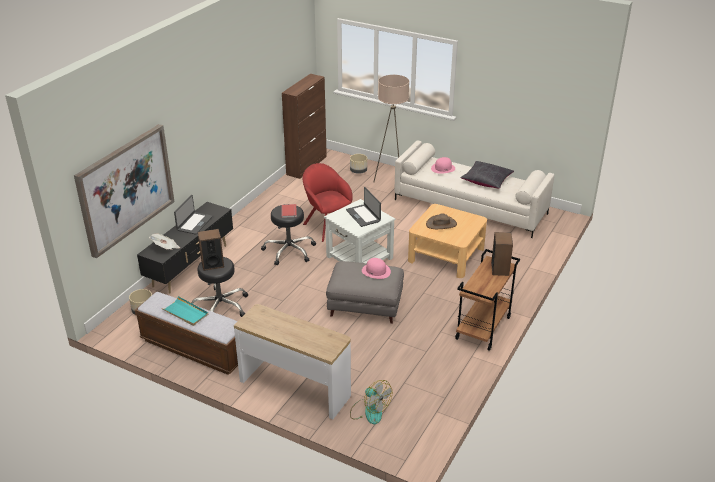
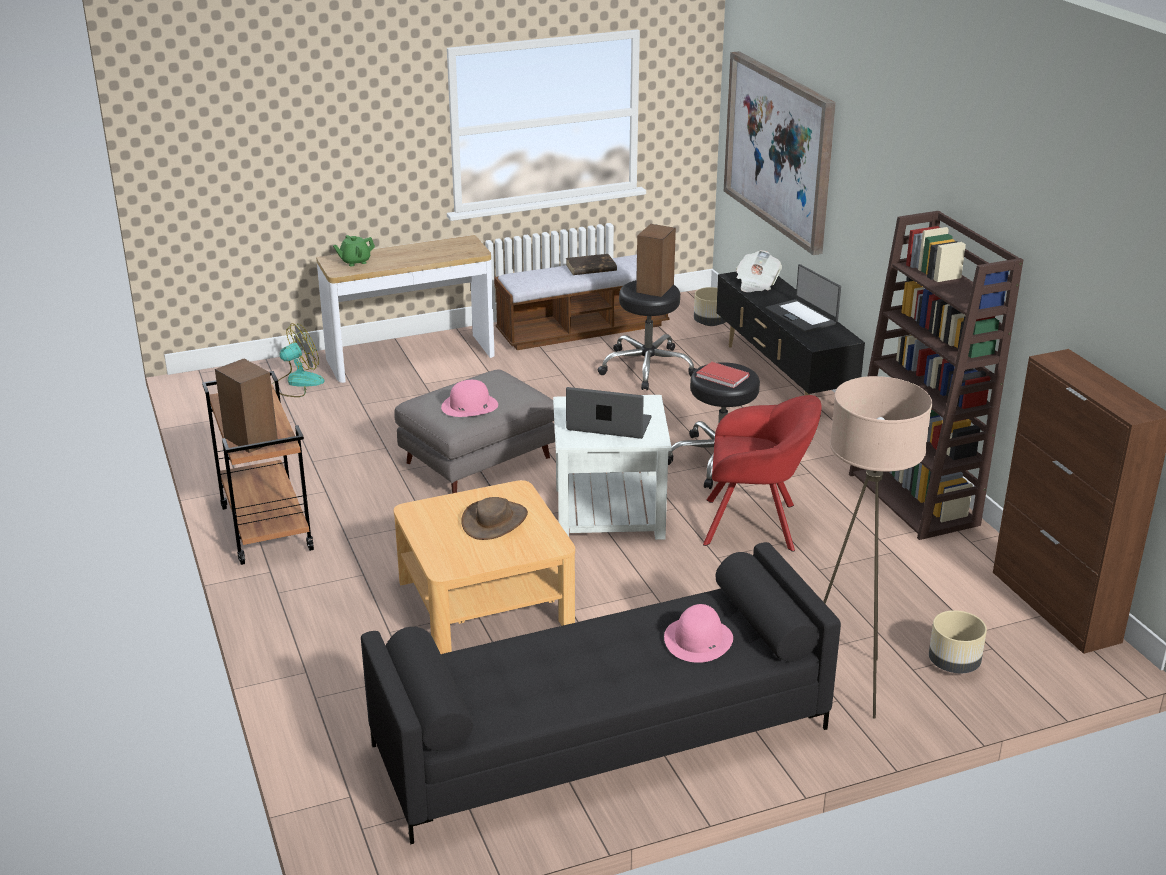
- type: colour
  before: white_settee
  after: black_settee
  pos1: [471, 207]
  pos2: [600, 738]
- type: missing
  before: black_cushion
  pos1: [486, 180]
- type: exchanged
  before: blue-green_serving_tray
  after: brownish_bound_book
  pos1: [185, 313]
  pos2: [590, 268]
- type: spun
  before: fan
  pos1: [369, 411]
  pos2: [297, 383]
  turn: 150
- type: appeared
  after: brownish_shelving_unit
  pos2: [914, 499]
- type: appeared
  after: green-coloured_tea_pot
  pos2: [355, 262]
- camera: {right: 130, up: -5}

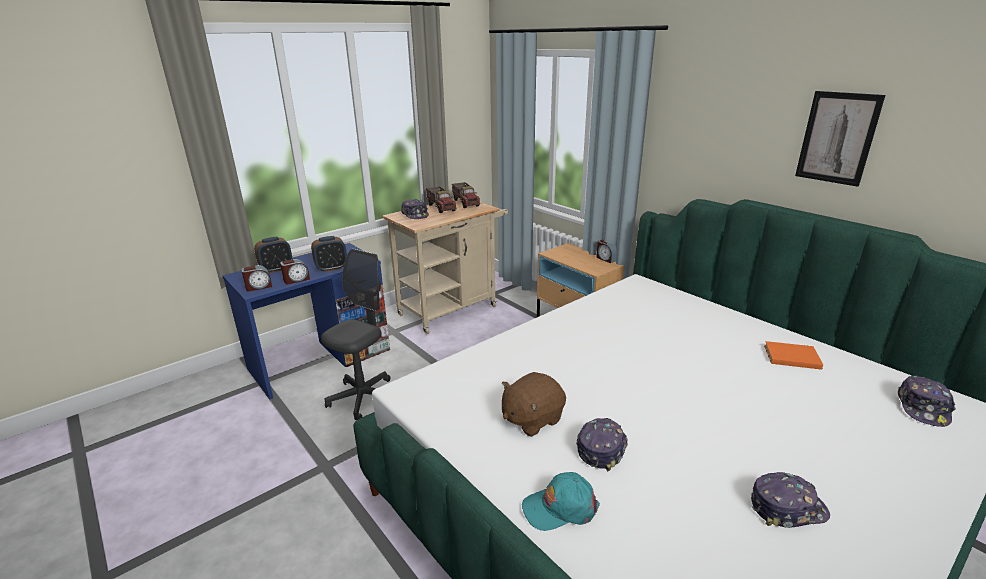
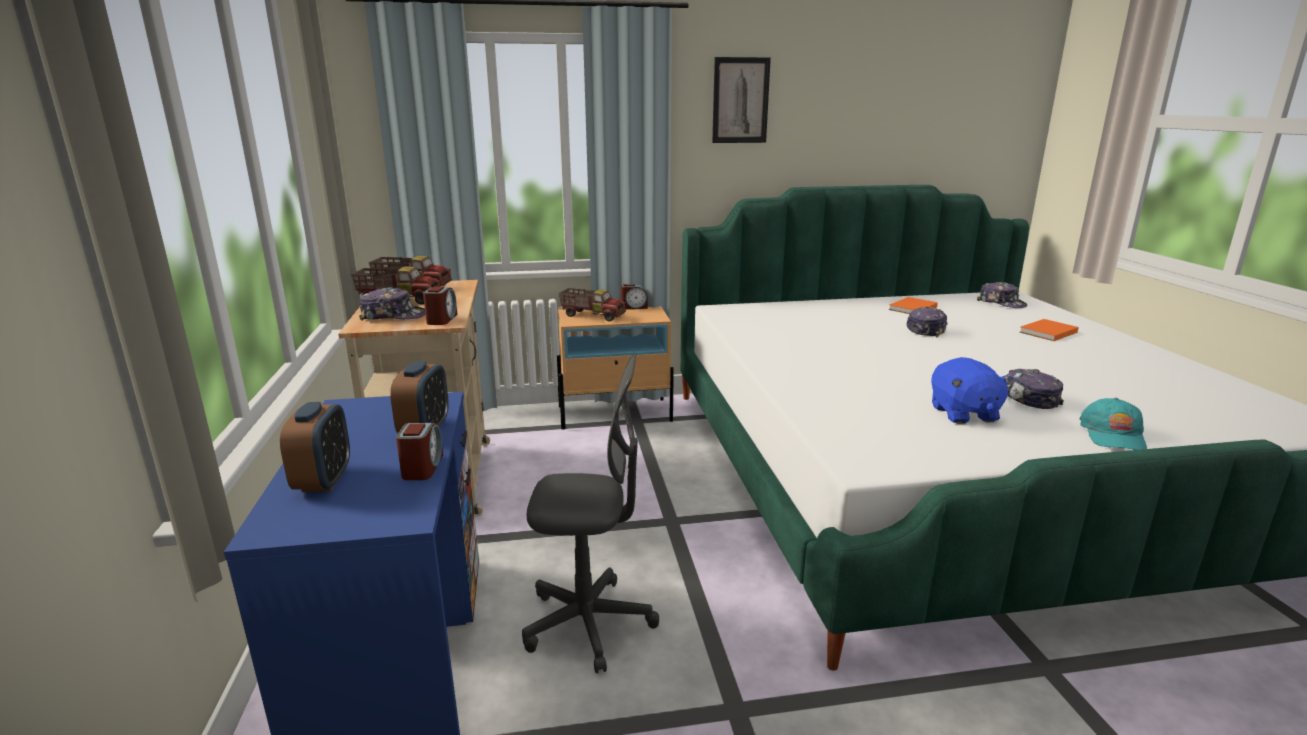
- type: relocated
  before: wall_art
  pos1: [837, 138]
  pos2: [740, 100]
- type: spun
  before: gray_office_chair
  pos1: [363, 398]
  pos2: [588, 624]
  turn: 120
- type: relocated
  before: table_clock
  pos1: [259, 287]
  pos2: [442, 319]
- type: colour
  before: brownish_soft_toy
  after: blue_soft_toy
  pos1: [531, 419]
  pos2: [963, 413]
- type: relocated
  before: baseball_cap
  pos1: [786, 508]
  pos2: [925, 329]
- type: appeared
  after: model_truck
  pos2: [592, 315]
- type: appeared
  after: orangey_bound_book
  pos2: [1046, 332]
- camera: {right: -60, up: -5}

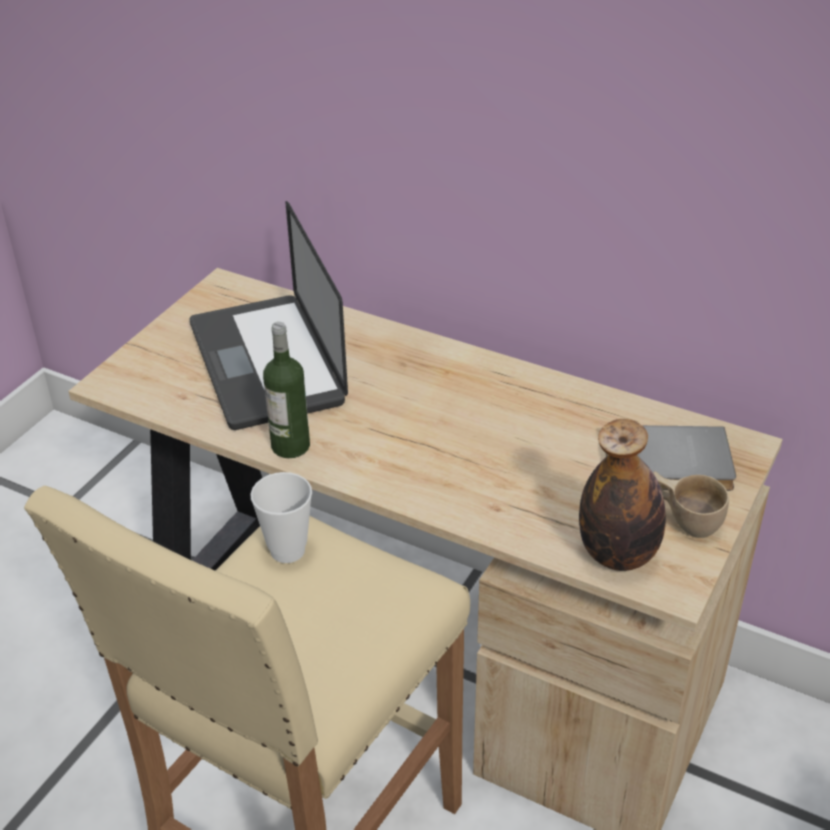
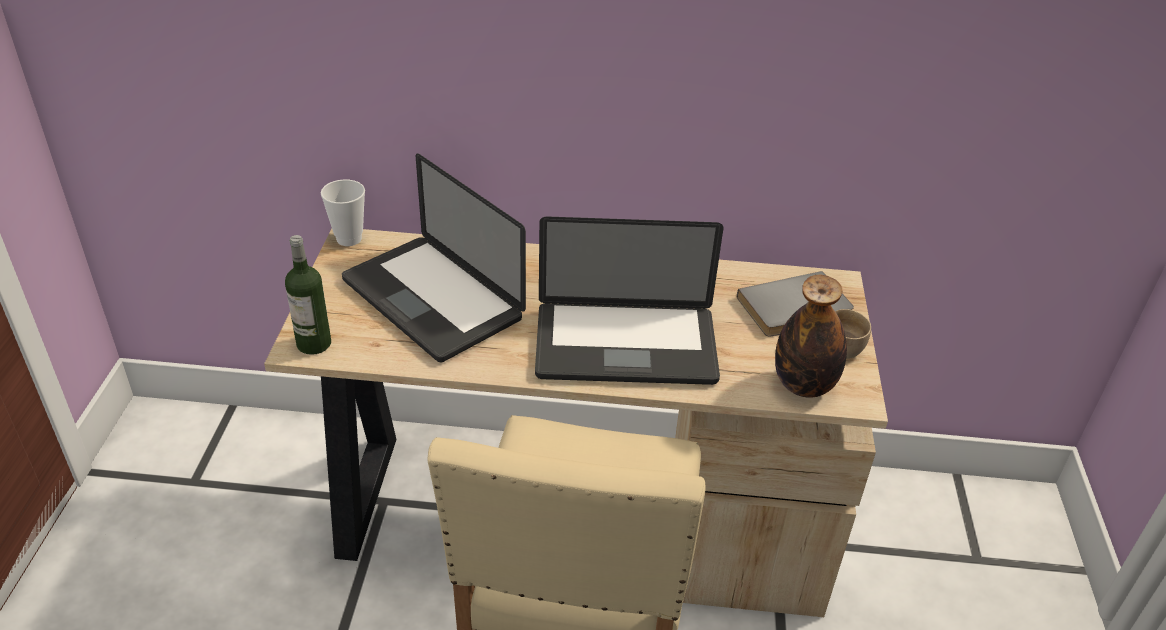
- type: relocated
  before: bottle
  pos1: [290, 446]
  pos2: [314, 344]
- type: relocated
  before: cup
  pos1: [287, 550]
  pos2: [349, 239]
- type: appeared
  after: portable_computer
  pos2: [625, 346]
- camera: {right: -25, up: 0}

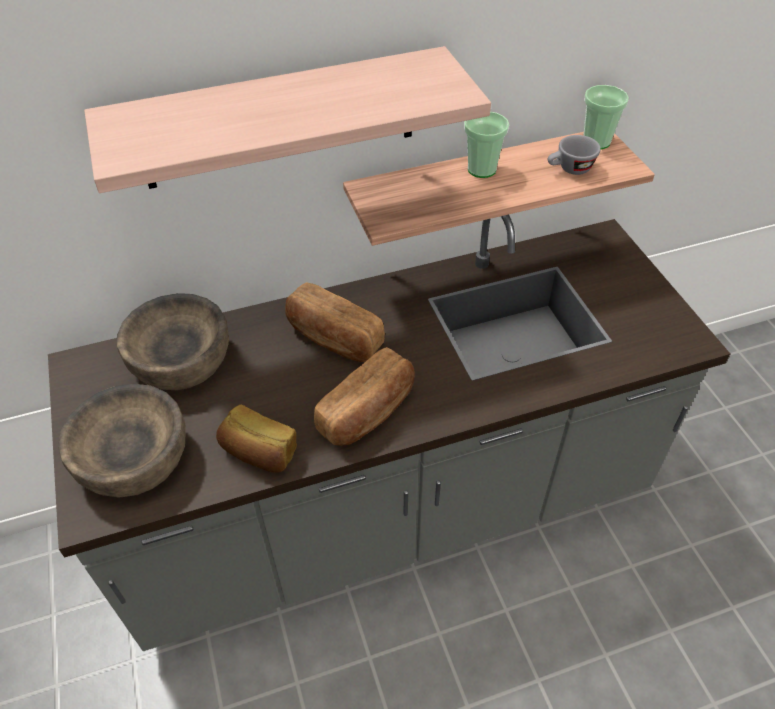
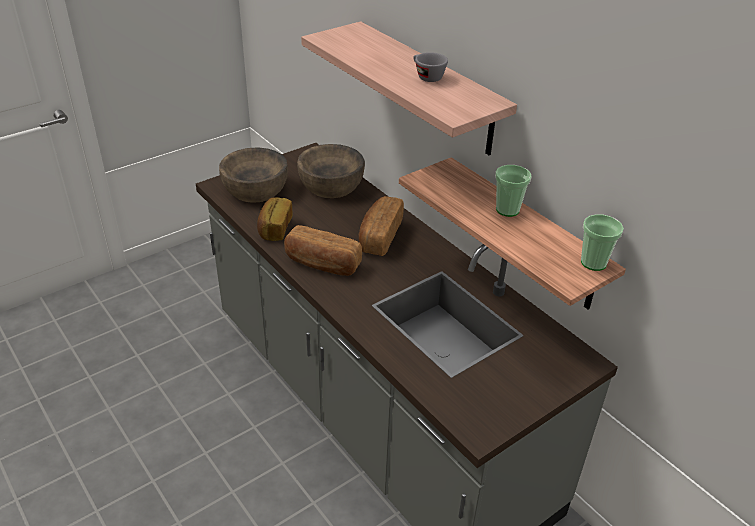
- type: relocated
  before: gray_cup
  pos1: [569, 169]
  pos2: [426, 76]
- camera: {right: 70, up: -10}

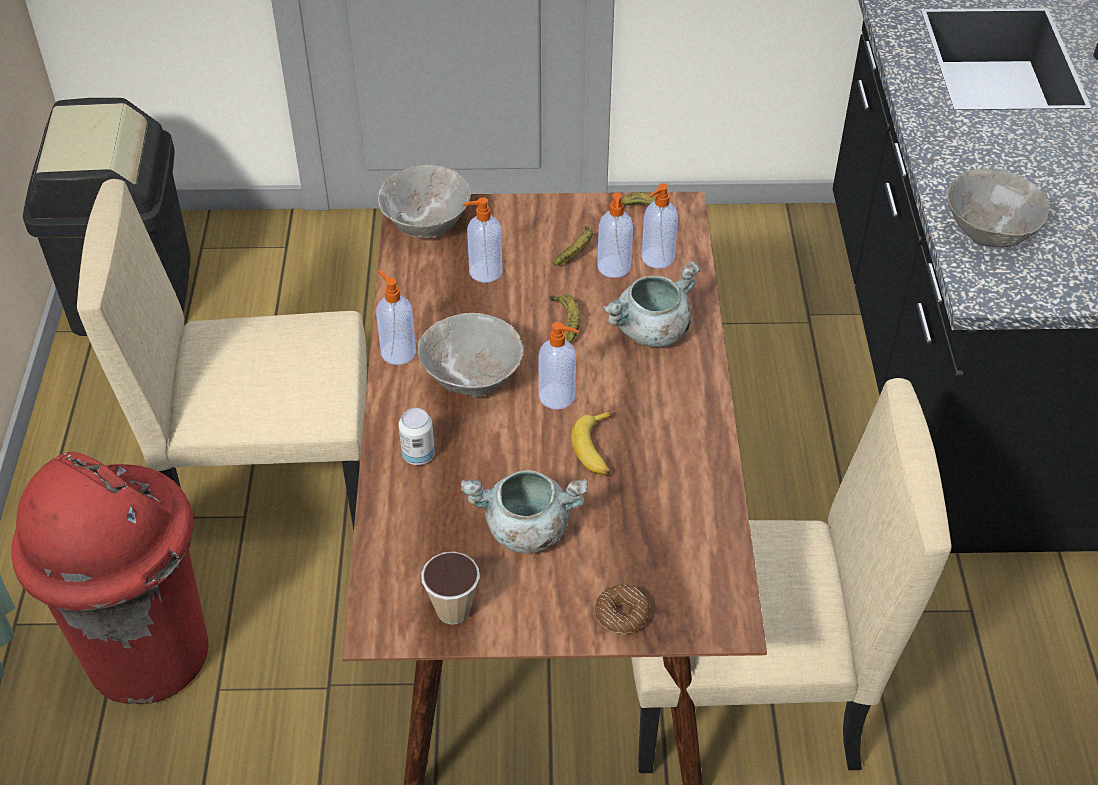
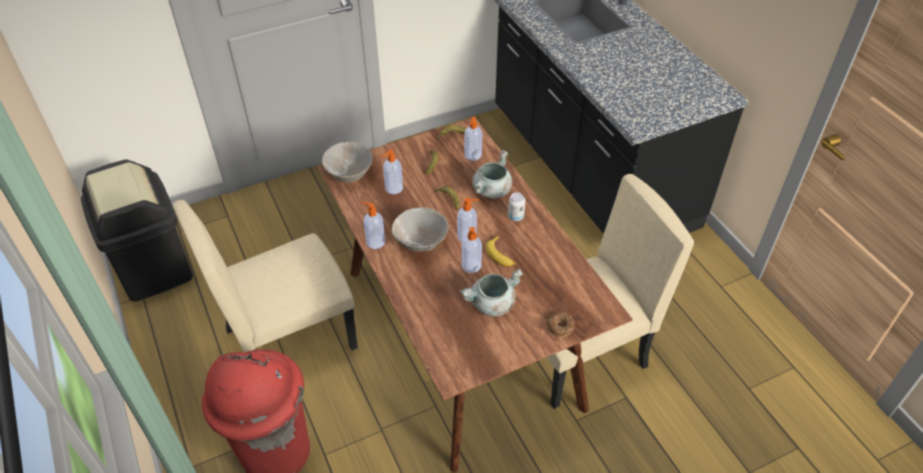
- type: missing
  before: gray_bowl
  pos1: [988, 233]
- type: relocated
  before: liquid_soap_bottle
  pos1: [614, 268]
  pos2: [471, 266]
- type: relocated
  before: metal_can
  pos1: [418, 455]
  pos2: [515, 216]
- type: missing
  before: cup
  pos1: [453, 610]
- camera: {right: -25, up: 0}

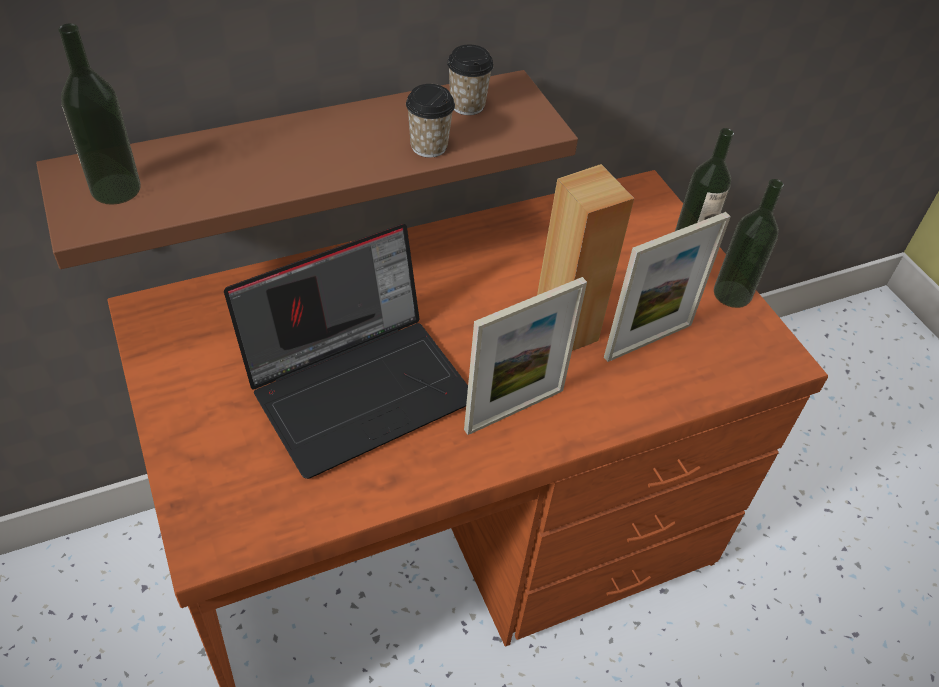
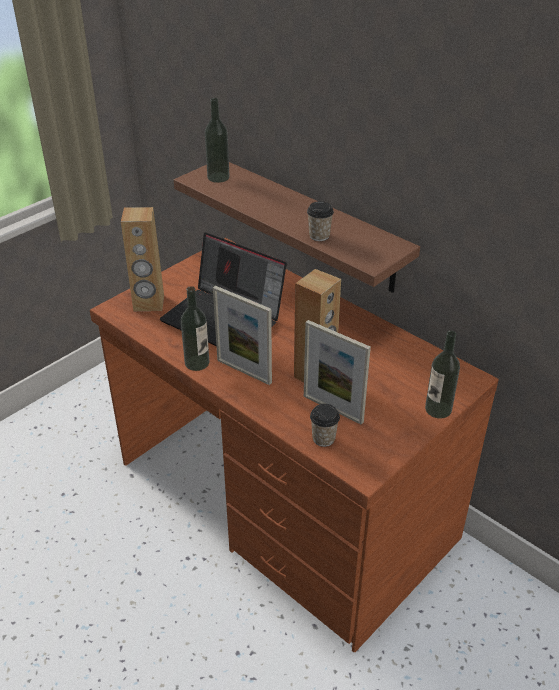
- type: relocated
  before: cup
  pos1: [467, 105]
  pos2: [323, 438]
- type: relocated
  before: bottle
  pos1: [732, 294]
  pos2: [197, 363]
- type: appeared
  after: brownish_speaker
  pos2: [149, 303]
- camera: {right: 70, up: -10}

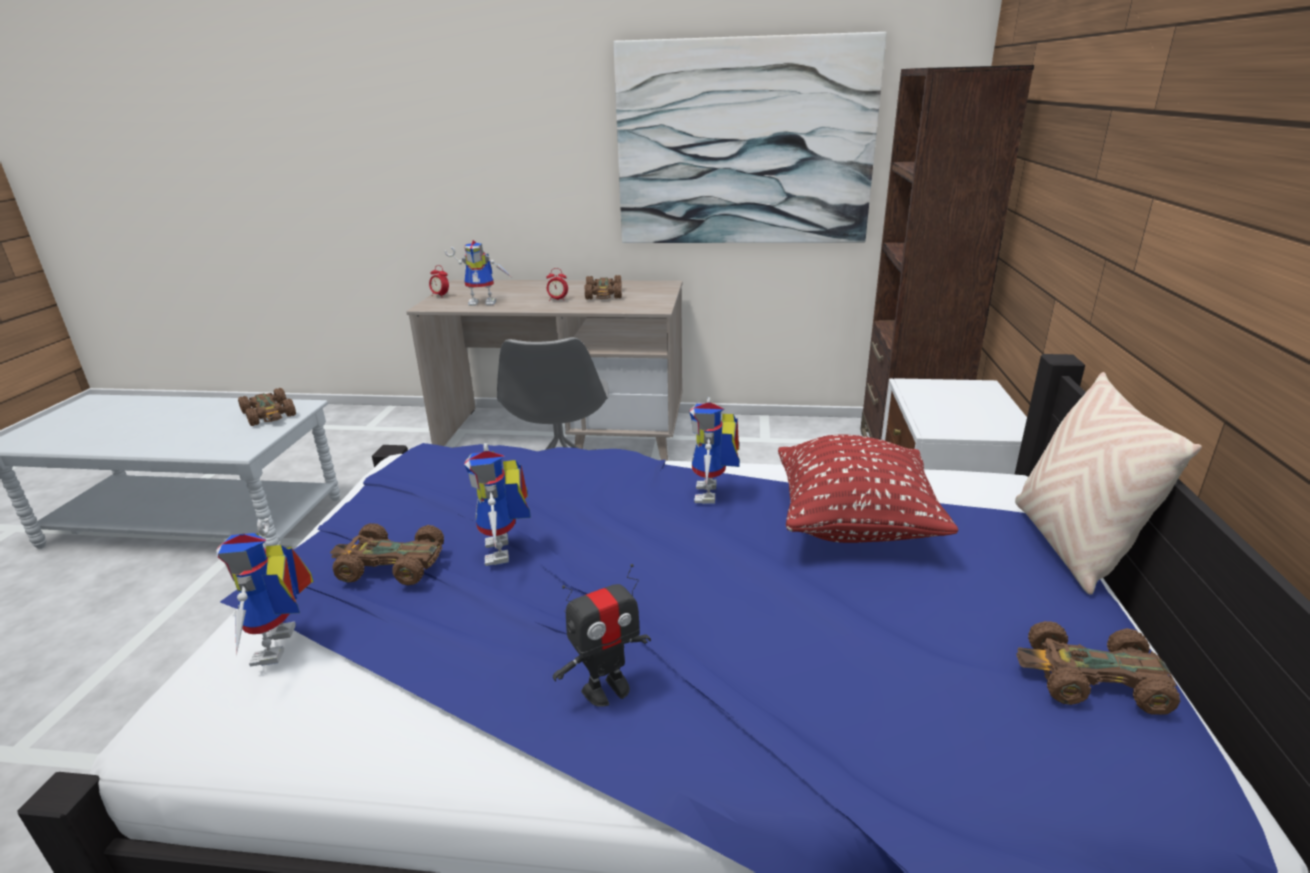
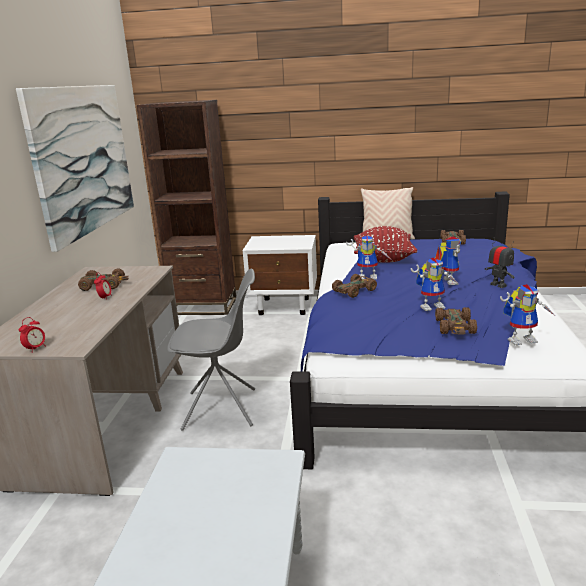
- type: relocated
  before: robot_figure
  pos1: [485, 302]
  pos2: [446, 281]
- type: relocated
  before: brownish_model_car
  pos1: [269, 414]
  pos2: [354, 290]
- camera: {right: -90, up: -5}

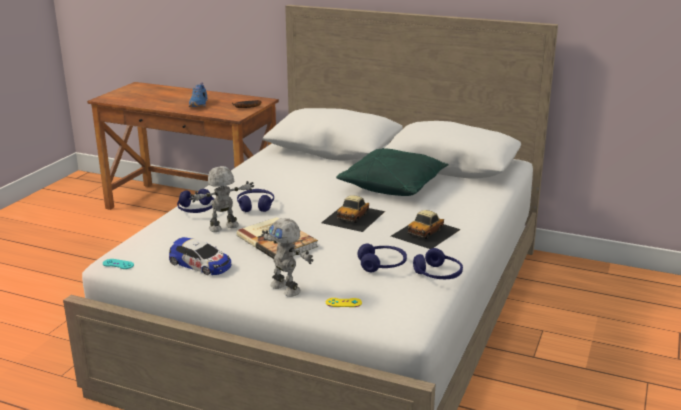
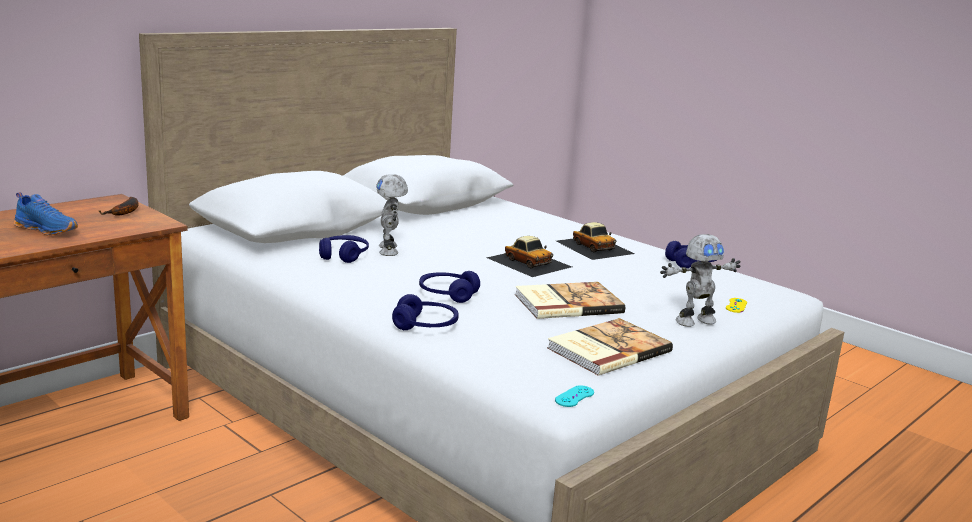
- type: missing
  before: green-coloured_cushion
  pos1: [393, 186]
- type: relocated
  before: robot_figure
  pos1: [224, 228]
  pos2: [390, 250]
- type: exchanged
  before: model_car
  after: bound_book
  pos1: [200, 264]
  pos2: [606, 349]
- type: relocated
  before: blue_headphones
  pos1: [382, 265]
  pos2: [343, 255]
- camera: {right: -70, up: -5}

